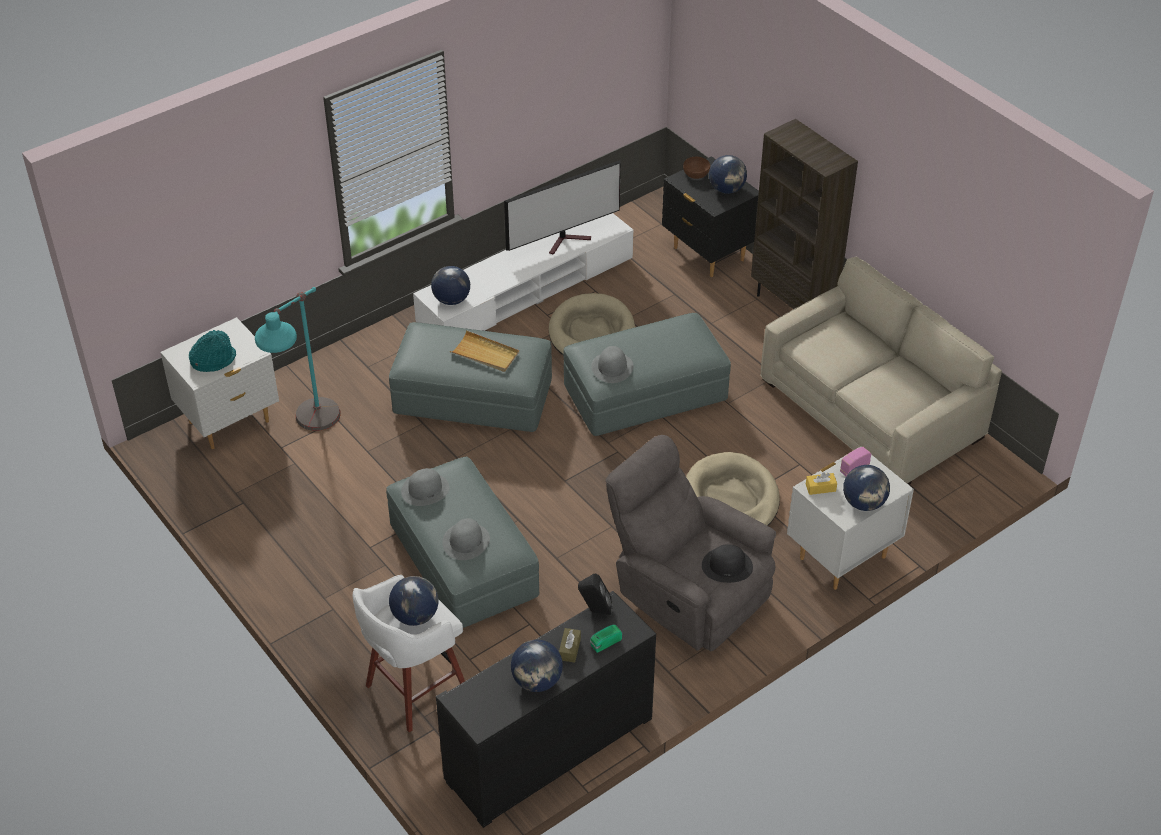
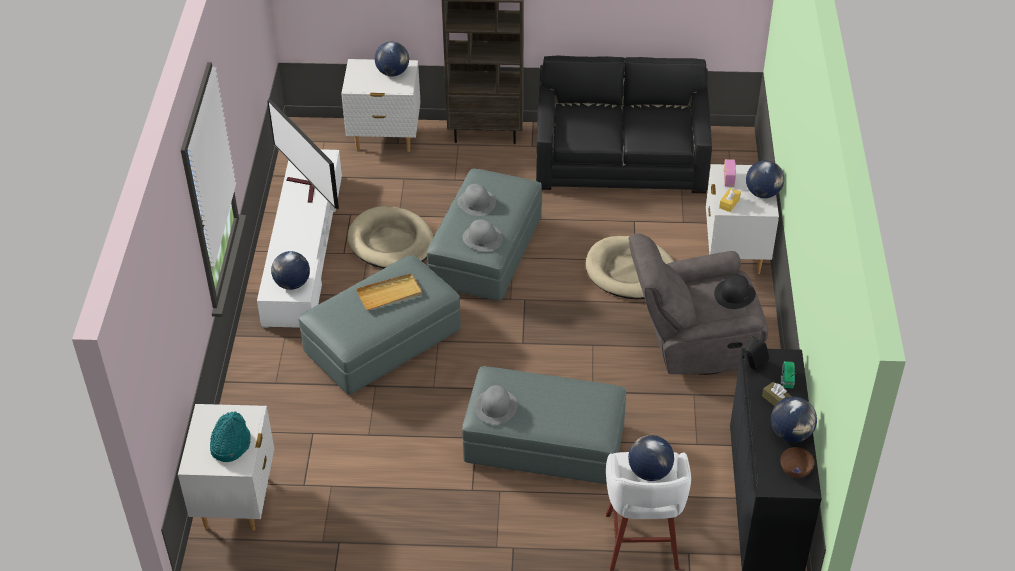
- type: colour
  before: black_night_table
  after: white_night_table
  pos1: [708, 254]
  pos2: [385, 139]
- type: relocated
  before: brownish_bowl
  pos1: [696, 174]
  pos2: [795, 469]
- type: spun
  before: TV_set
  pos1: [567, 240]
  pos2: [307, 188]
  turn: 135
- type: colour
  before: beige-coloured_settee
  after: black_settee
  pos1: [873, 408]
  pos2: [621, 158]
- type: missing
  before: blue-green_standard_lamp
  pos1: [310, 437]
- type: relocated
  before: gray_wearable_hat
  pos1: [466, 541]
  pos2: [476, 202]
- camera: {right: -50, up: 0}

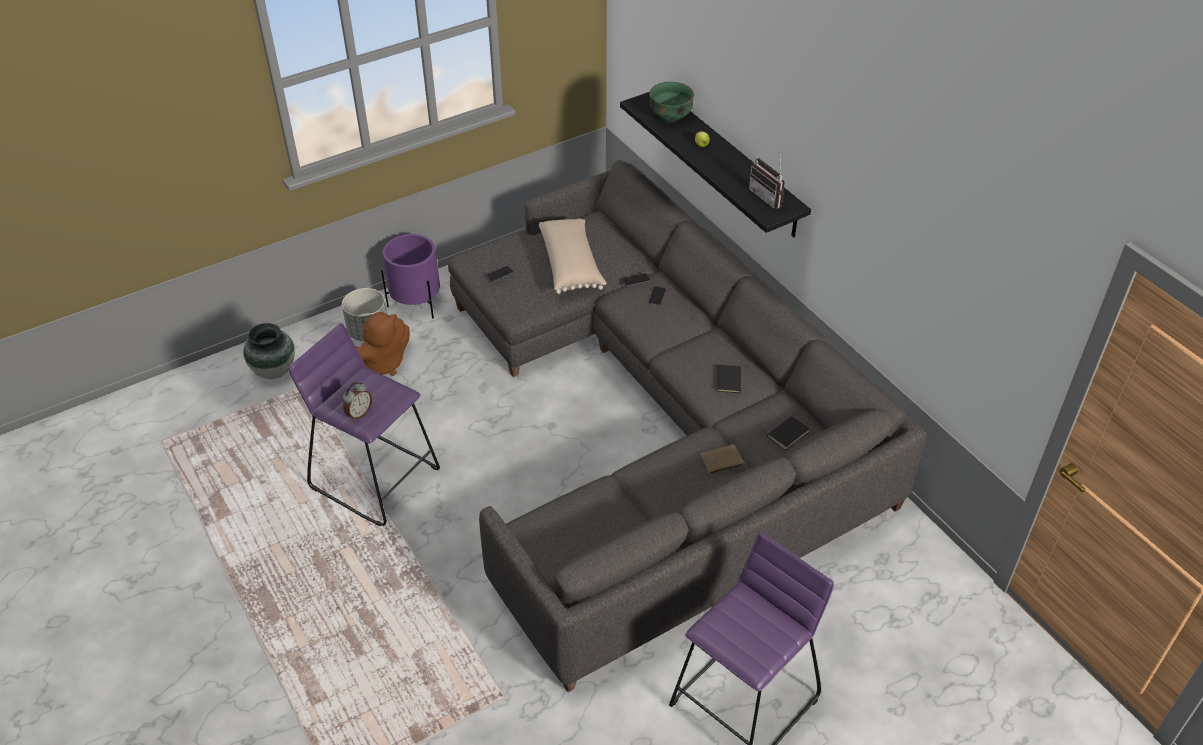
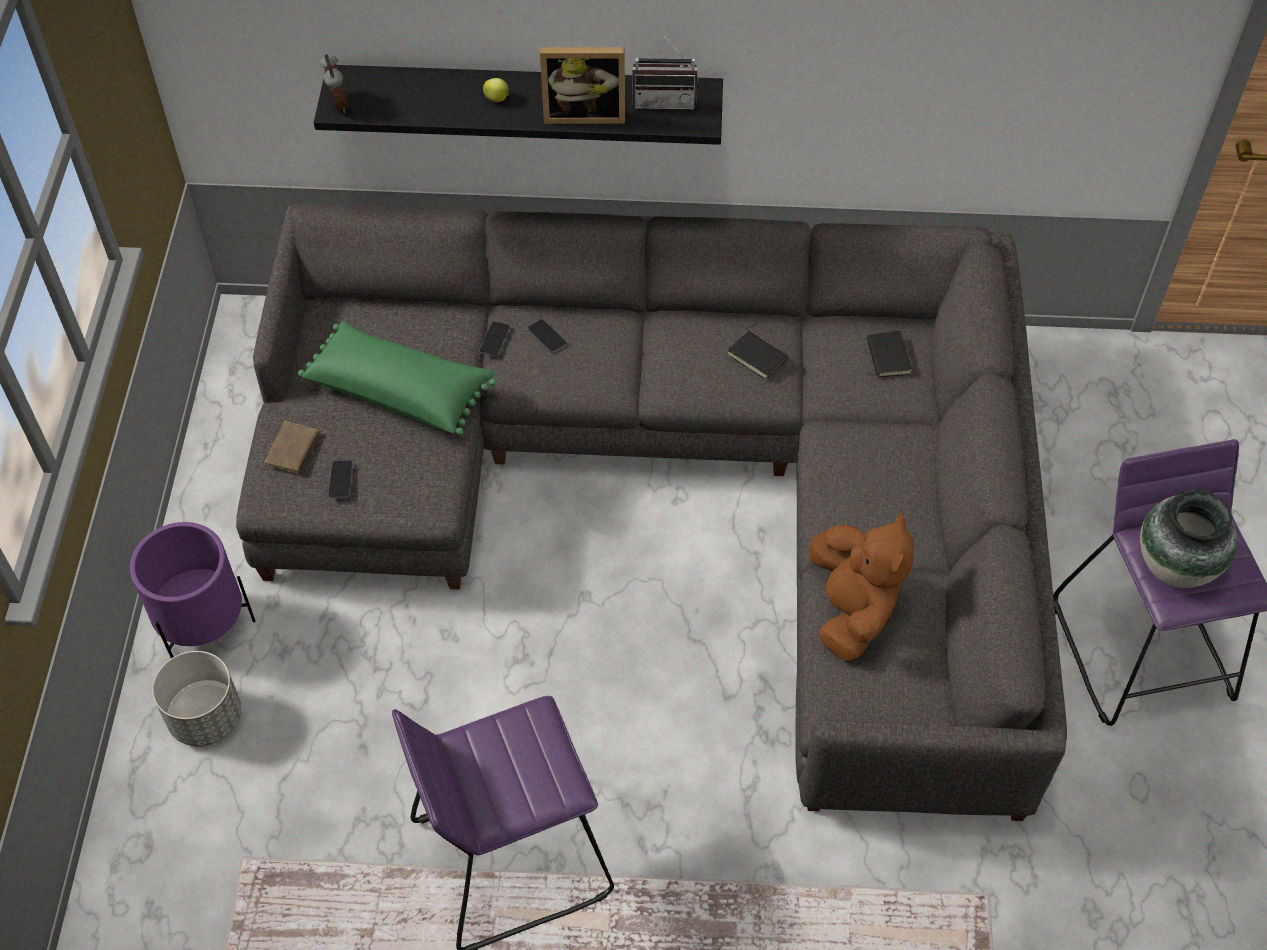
- type: missing
  before: green-coloured_bowl
  pos1: [670, 116]
- type: colour
  before: beige-coloured_cushion
  after: green-coloured_cushion
  pos1: [571, 265]
  pos2: [400, 390]
- type: relocated
  before: brownish_soft_toy
  pos1: [381, 363]
  pos2: [852, 609]
- type: relocated
  before: vase
  pos1: [274, 371]
  pos2: [1174, 566]
- type: relocated
  before: table_clock
  pos1: [359, 413]
  pos2: [338, 104]
- type: relocated
  before: brownish_bound_book
  pos1: [722, 462]
  pos2: [294, 450]
- type: appeared
  after: picture_frame
  pos2: [584, 114]
- camera: {right: -55, up: 10}

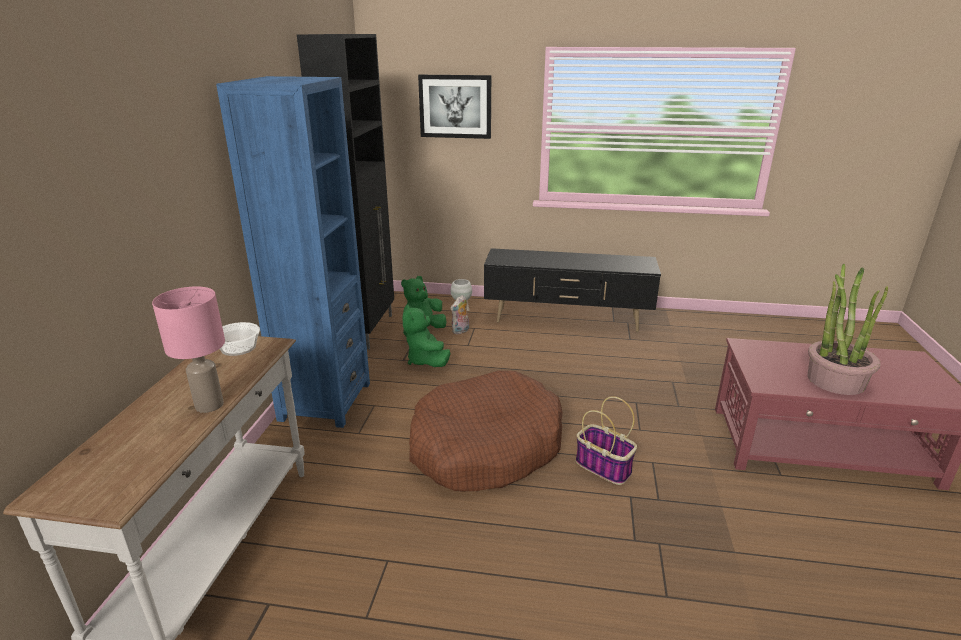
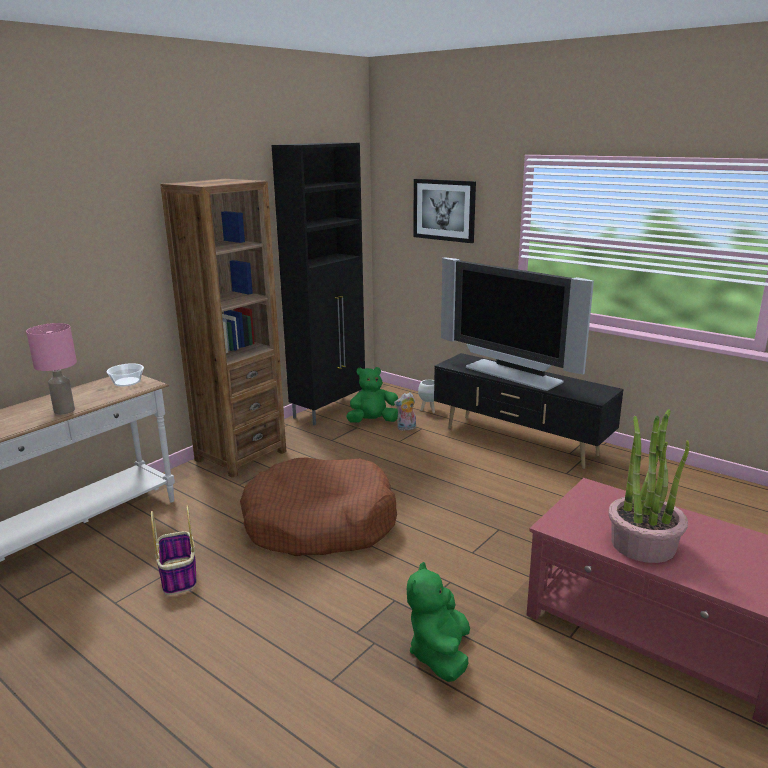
- type: colour
  before: blue_shelving_unit
  after: brownish_shelving_unit
  pos1: [325, 401]
  pos2: [240, 455]
- type: relocated
  before: green-coloured_soft_toy
  pos1: [426, 361]
  pos2: [440, 654]
- type: relocated
  before: household_basket
  pos1: [604, 467]
  pos2: [179, 577]
- type: appeared
  after: TV_set
  pos2: [511, 375]
- camera: {right: 30, up: -5}

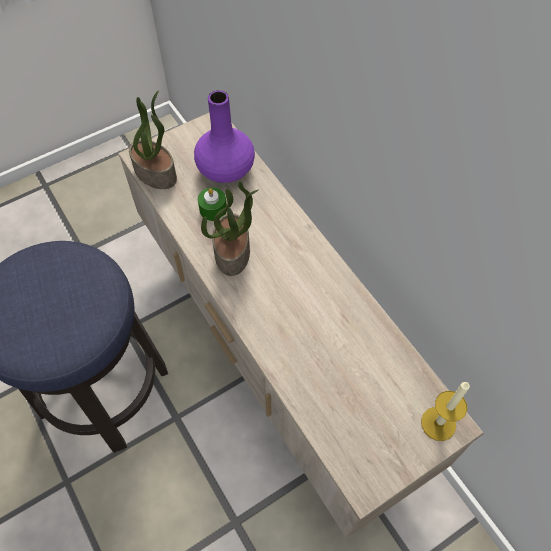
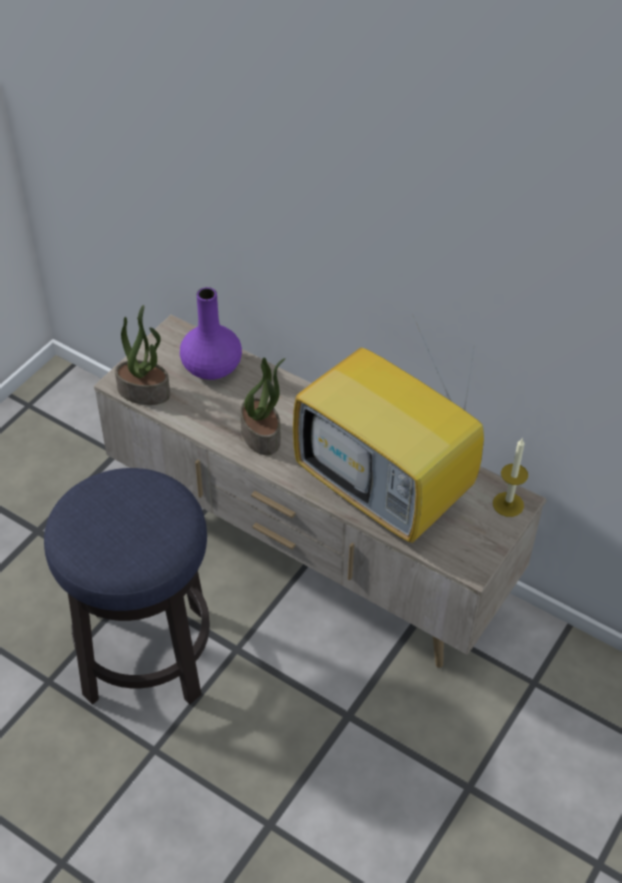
- type: missing
  before: green-coloured_wax_candle
  pos1: [213, 209]
- type: appeared
  after: TV_set
  pos2: [387, 491]
- camera: {right: -25, up: -10}

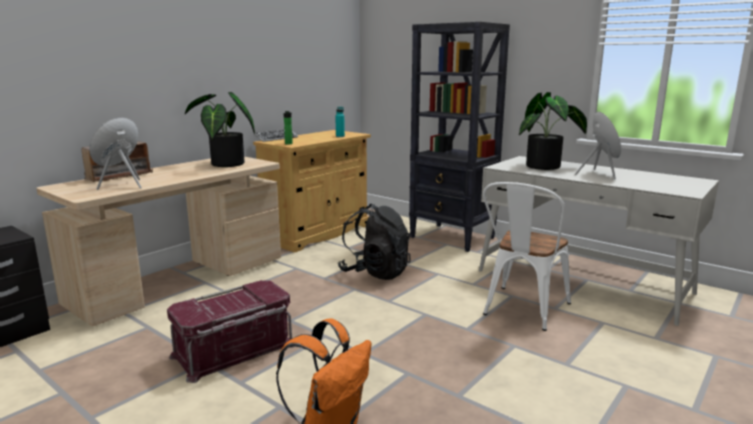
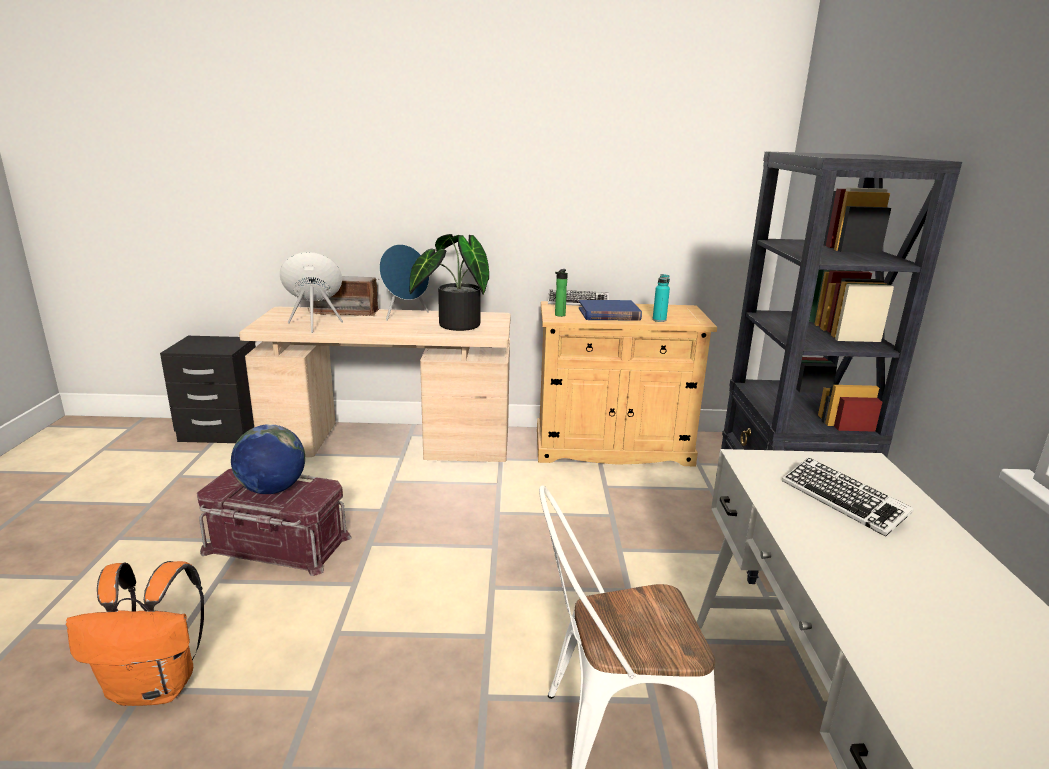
- type: exchanged
  before: plant_in_a_pot
  after: keyboard
  pos1: [547, 167]
  pos2: [843, 501]
- type: relocated
  before: blue_speaker
  pos1: [599, 174]
  pos2: [405, 315]
- type: missing
  before: black_knapsack
  pos1: [375, 272]
- type: appeared
  after: blue_bound_book
  pos2: [609, 314]
- type: appeared
  after: desk_globe
  pos2: [272, 489]
- camera: {right: 50, up: 5}

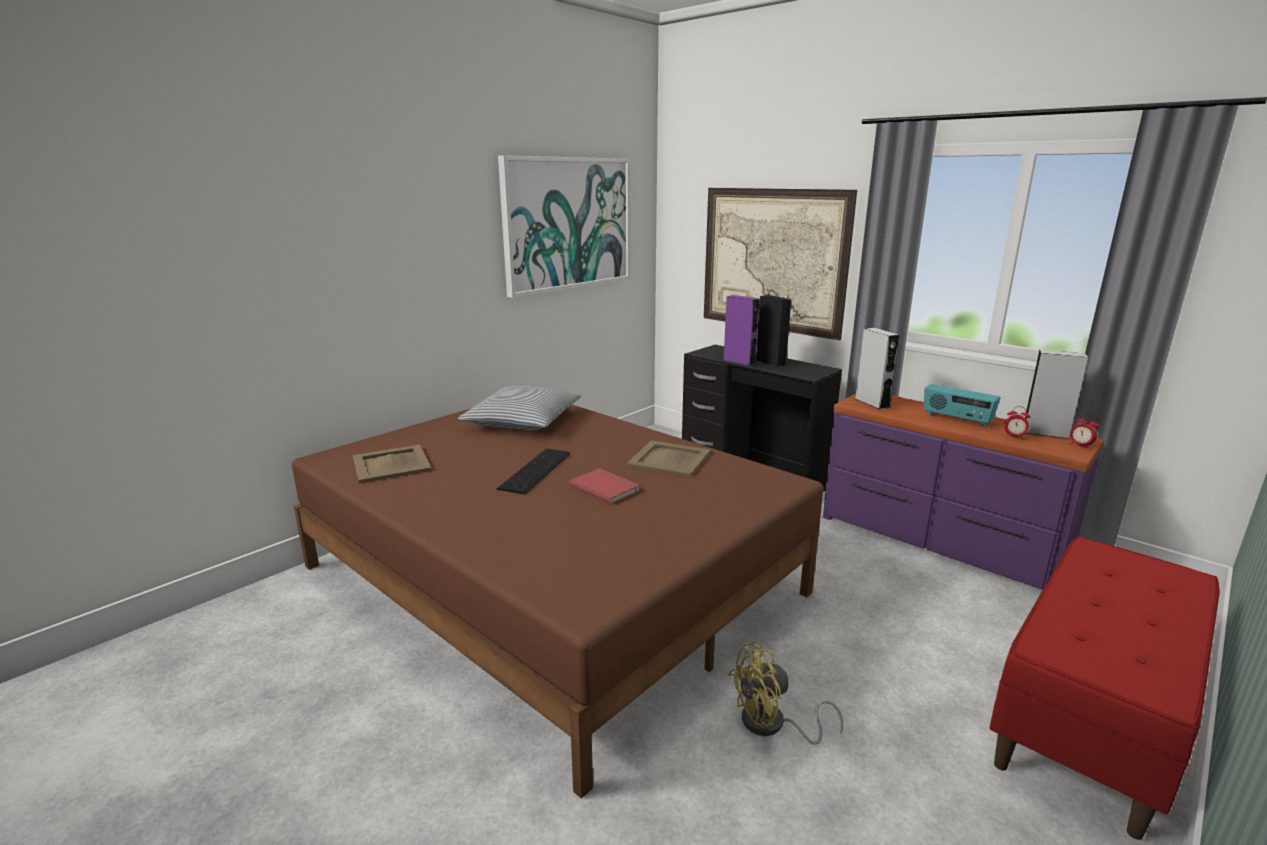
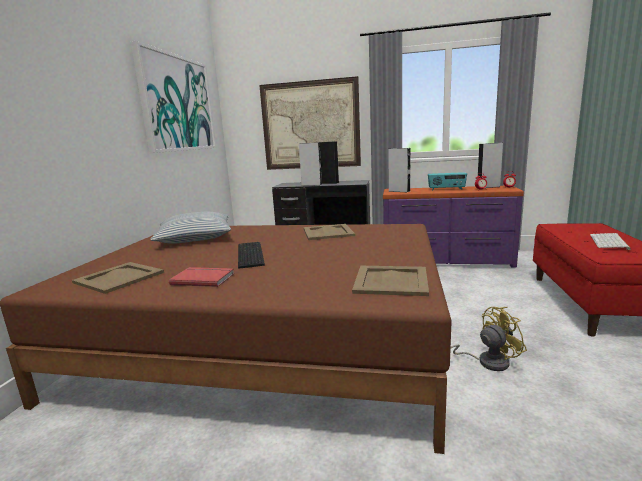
- type: colour
  before: purple-coloured_speaker
  after: gray_speaker
  pos1: [739, 362]
  pos2: [311, 185]
- type: relocated
  before: red-coloured_bound_book
  pos1: [605, 487]
  pos2: [203, 278]
- type: spun
  before: yellow_fan
  pos1: [772, 725]
  pos2: [486, 362]
  turn: -150
- type: appeared
  after: keyboard
  pos2: [609, 242]
- type: appeared
  after: beige-coloured_serving_tray
  pos2: [391, 281]
- camera: {right: -30, up: -5}

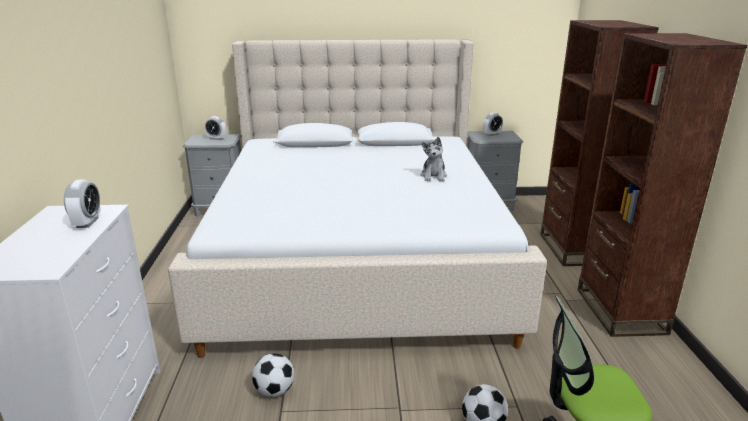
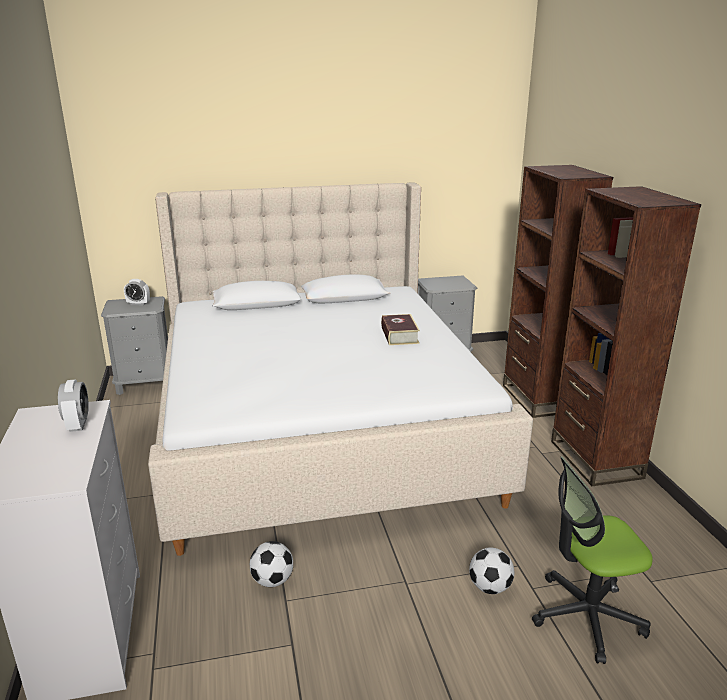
- type: missing
  before: table_clock
  pos1: [492, 134]
- type: exchanged
  before: soft_toy
  after: bound_book
  pos1: [433, 176]
  pos2: [399, 335]
- camera: {right: -10, up: 0}

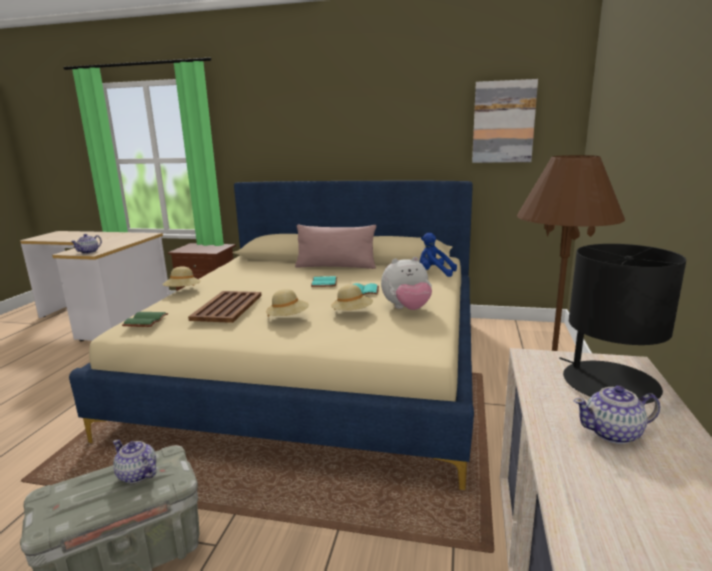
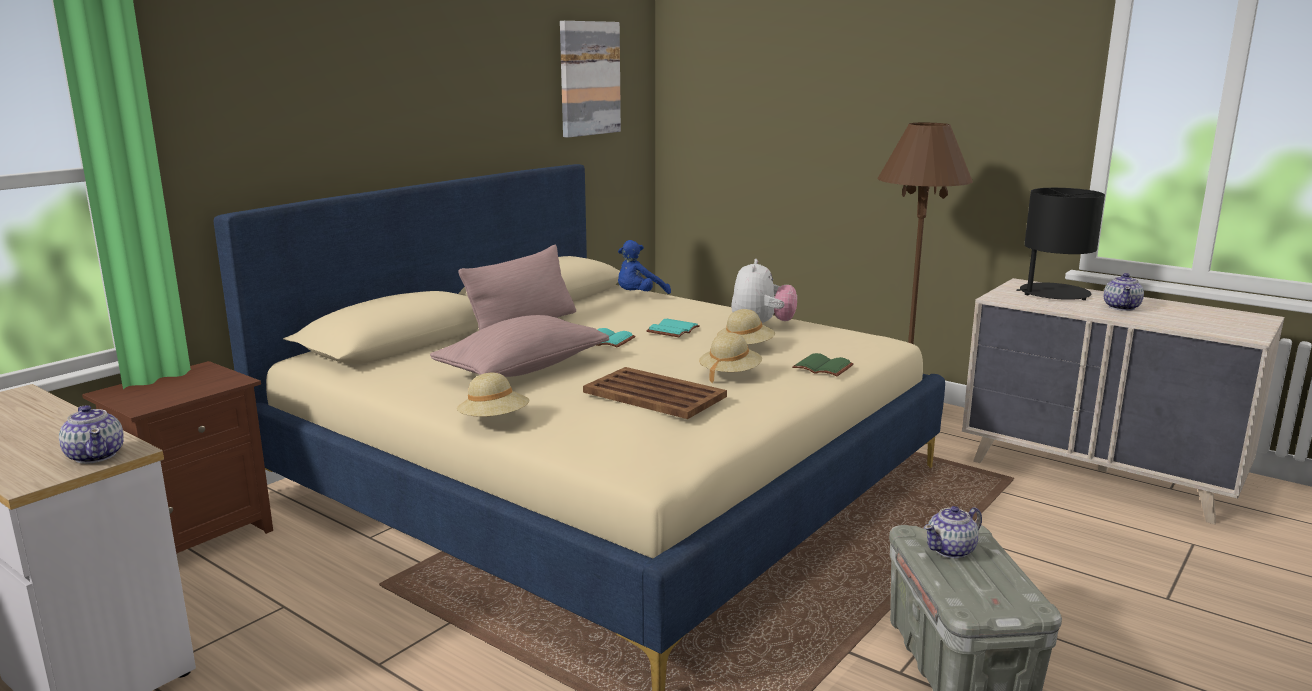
- type: relocated
  before: green-coloured_bound_book
  pos1: [146, 321]
  pos2: [824, 367]
- type: appeared
  after: pink_cushion
  pos2: [523, 369]
- camera: {right: -65, up: 0}

